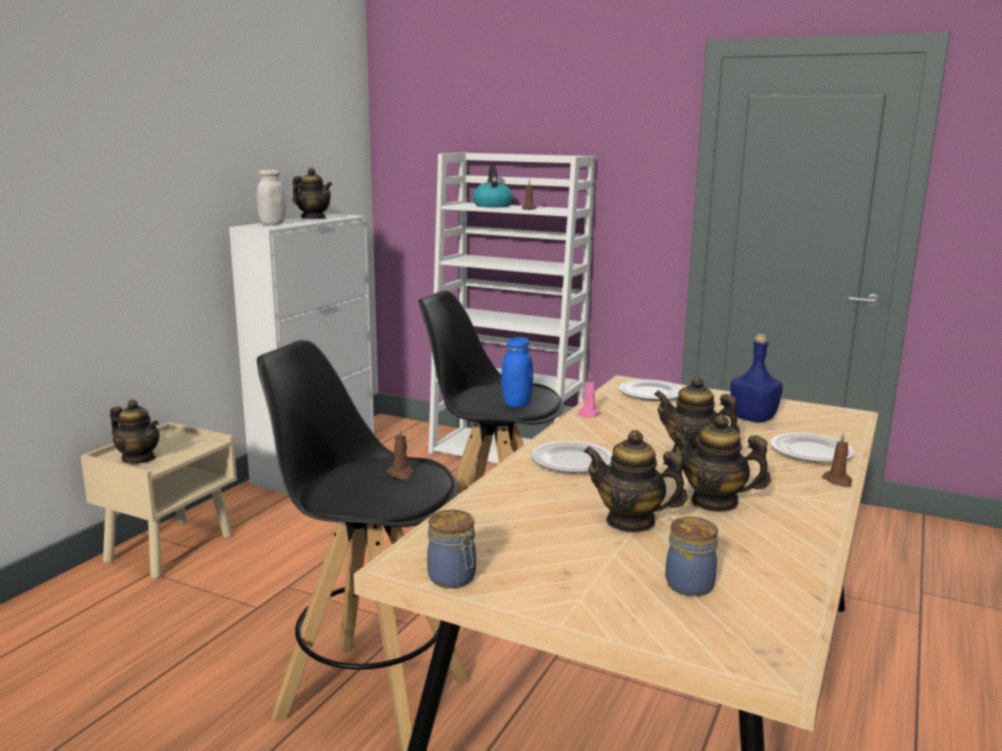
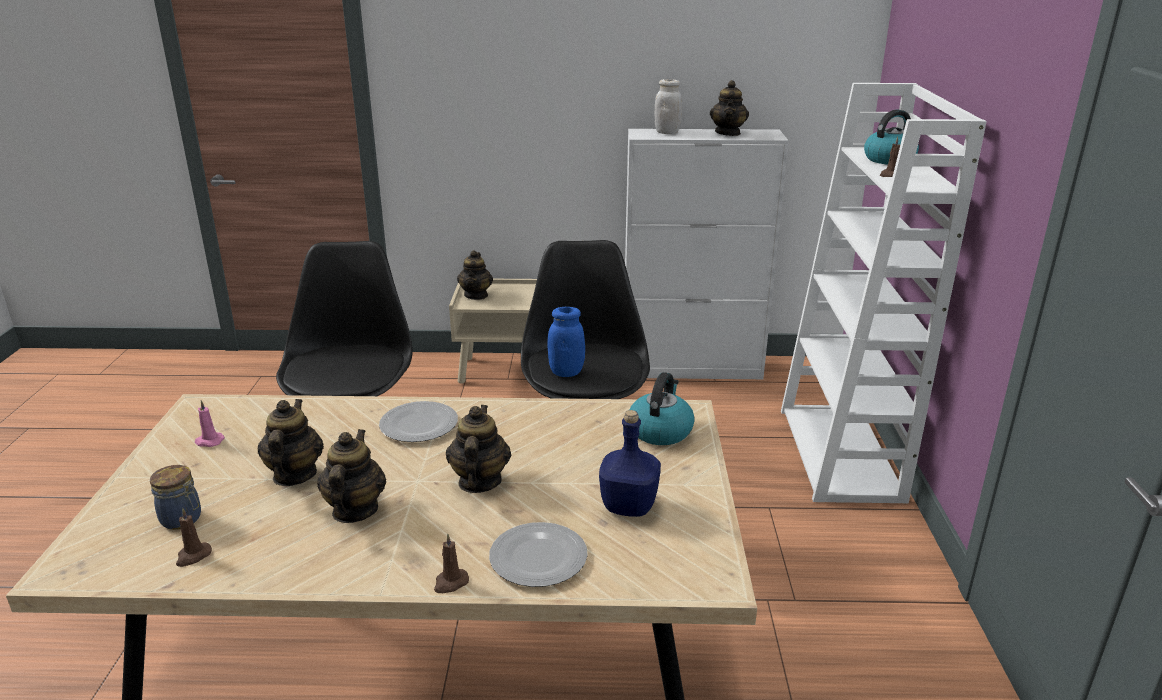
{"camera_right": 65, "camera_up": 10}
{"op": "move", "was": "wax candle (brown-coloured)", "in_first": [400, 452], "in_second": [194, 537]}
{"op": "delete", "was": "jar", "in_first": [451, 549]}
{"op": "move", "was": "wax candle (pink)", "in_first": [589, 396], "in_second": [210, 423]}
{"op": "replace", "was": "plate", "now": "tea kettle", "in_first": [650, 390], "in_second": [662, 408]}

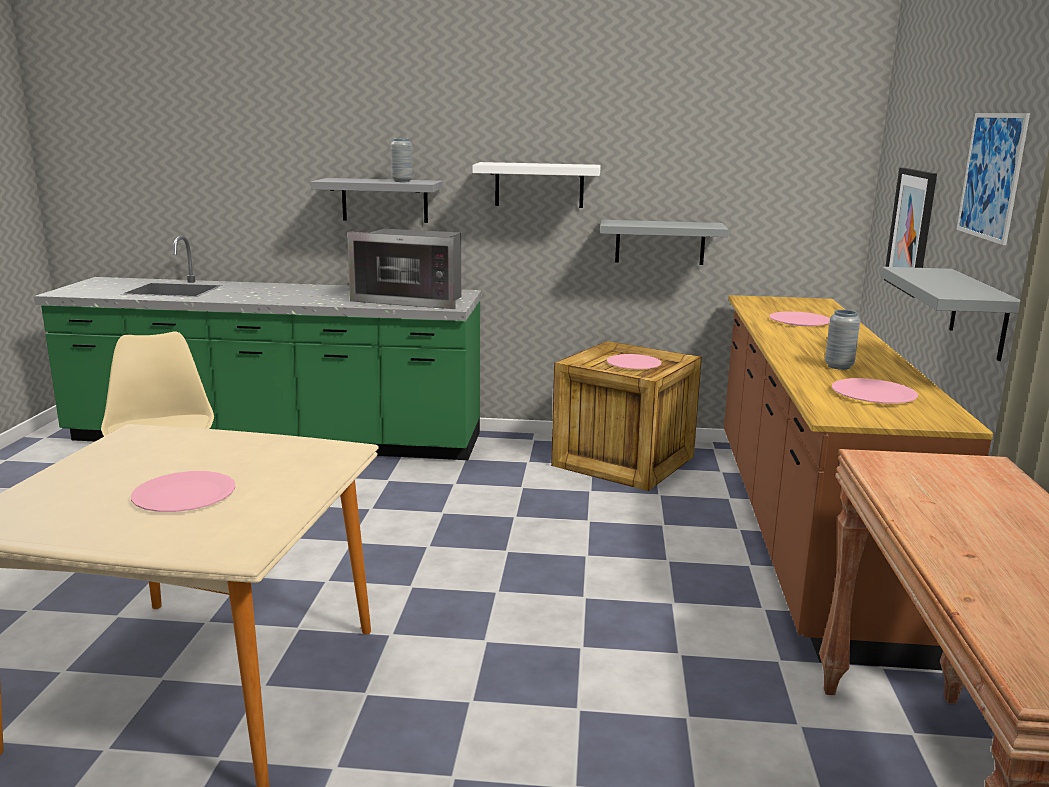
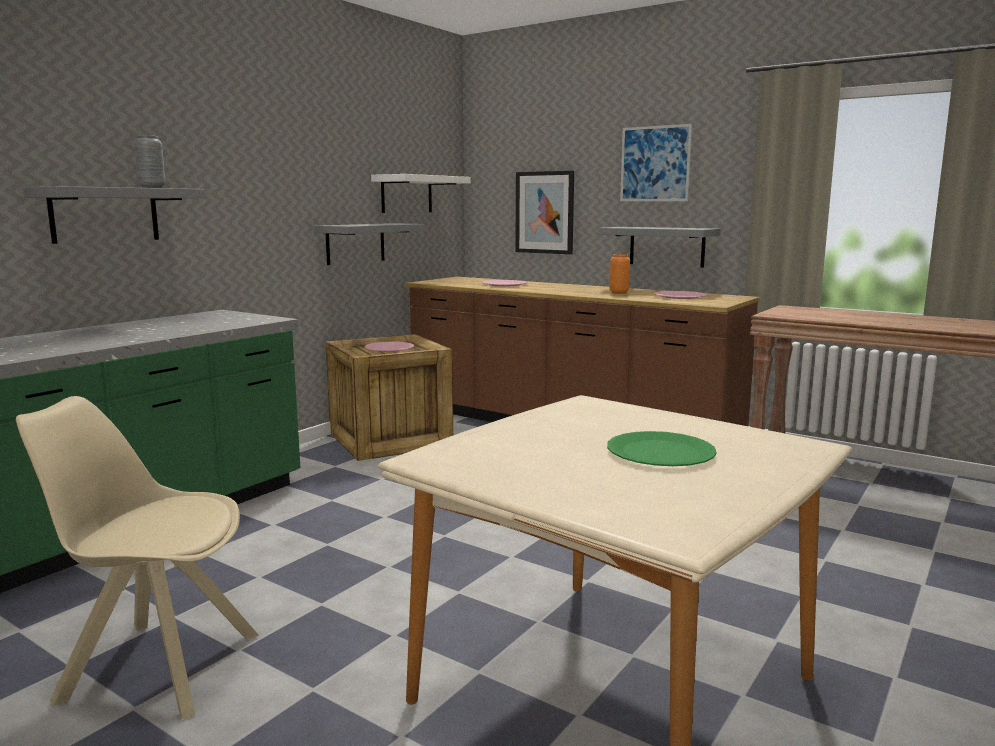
{"camera_right": -60, "camera_up": -5}
{"op": "recolor", "was": "plate (pink)", "now": "plate (green)", "in_first": [183, 491], "in_second": [662, 448]}
{"op": "delete", "was": "microwave oven", "in_first": [404, 268]}
{"op": "move", "was": "shelf (whitish)", "in_first": [536, 185], "in_second": [421, 193]}
{"op": "recolor", "was": "vase (greyish)", "now": "vase (orangey)", "in_first": [842, 340], "in_second": [620, 274]}

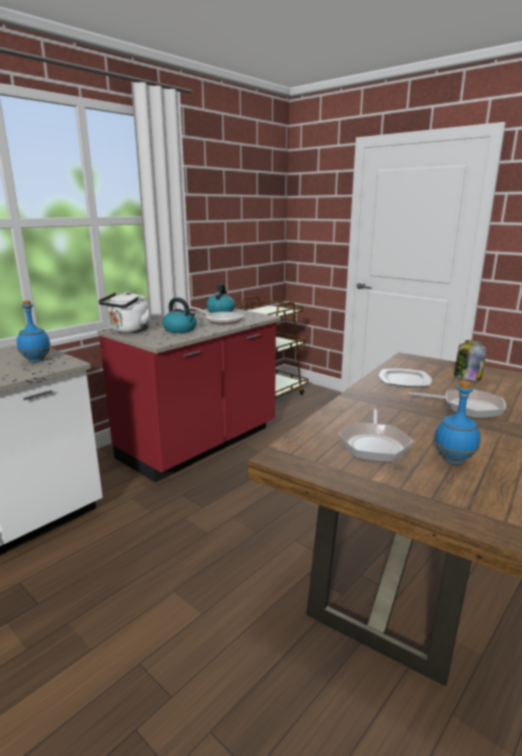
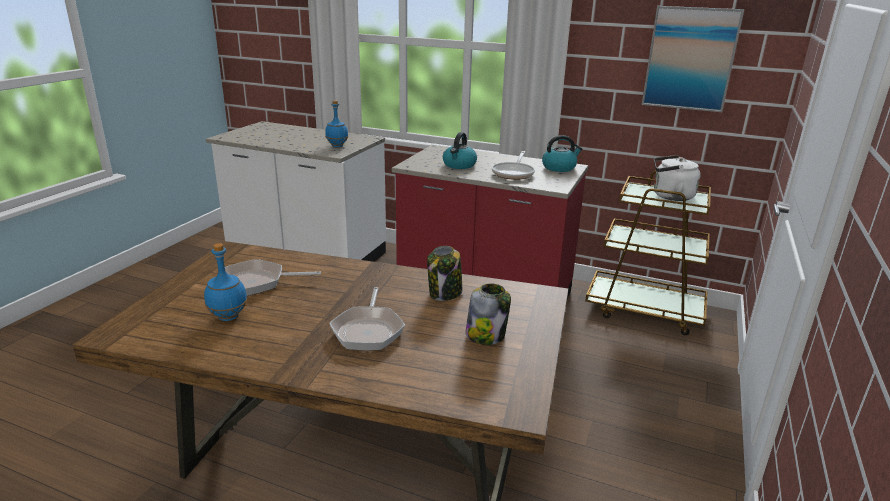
{"camera_right": 70, "camera_up": 5}
{"op": "move", "was": "tea kettle (whitish)", "in_first": [124, 312], "in_second": [677, 178]}
{"op": "replace", "was": "plate", "now": "jar", "in_first": [405, 378], "in_second": [444, 273]}
{"op": "insert", "now": "wall picture", "in_second": [693, 59]}

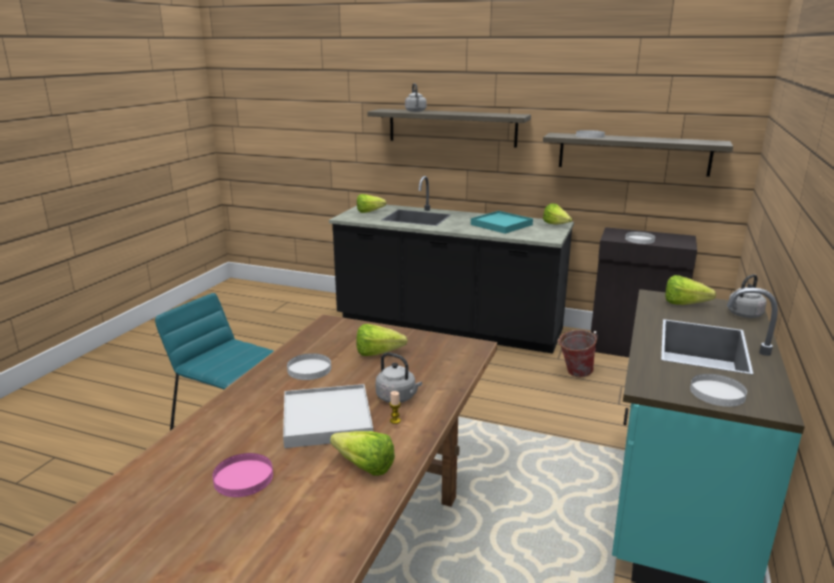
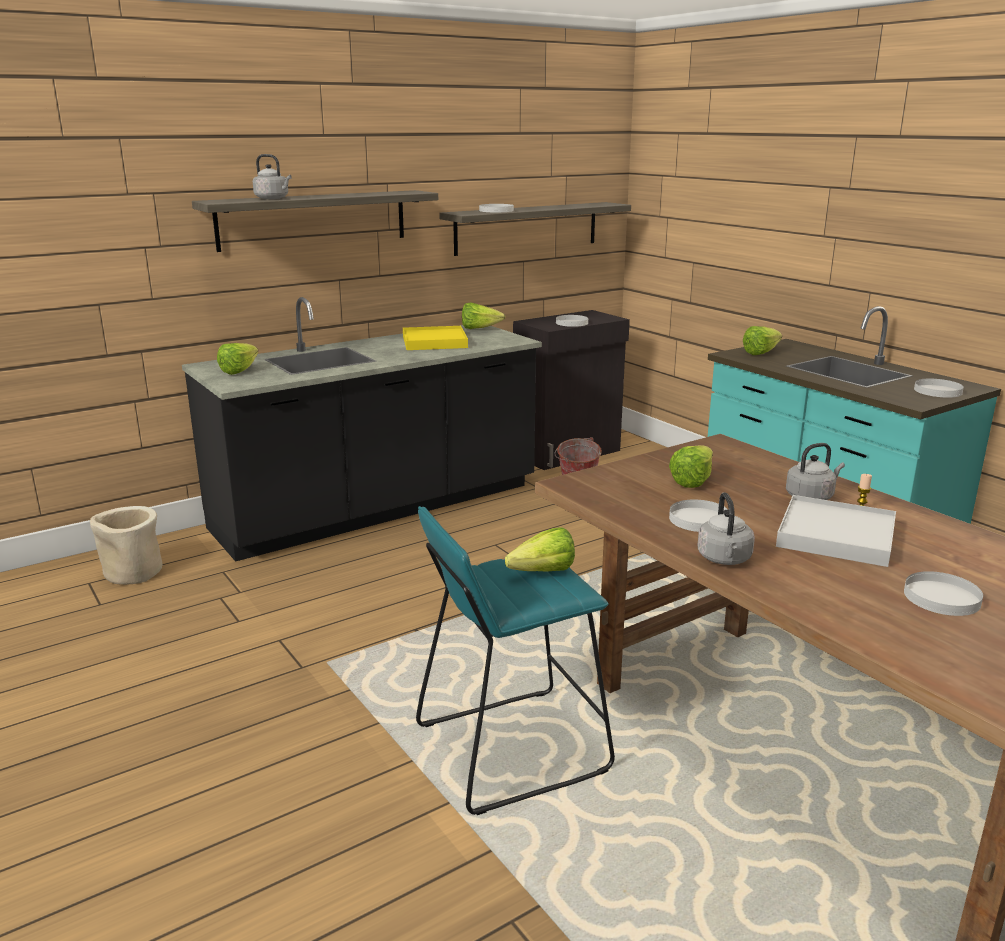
{"camera_right": -55, "camera_up": 0}
{"op": "recolor", "was": "plate (pink)", "now": "plate (whitish)", "in_first": [242, 475], "in_second": [943, 593]}
{"op": "move", "was": "lettuce head", "in_first": [362, 453], "in_second": [540, 550]}
{"op": "recolor", "was": "carrying tray (blue-green)", "now": "carrying tray (yellow-coloured)", "in_first": [502, 222], "in_second": [435, 338]}
{"op": "move", "was": "tea kettle (greyish)", "in_first": [747, 296], "in_second": [726, 528]}
{"op": "insert", "now": "planter (beige-coloured)", "in_second": [126, 545]}

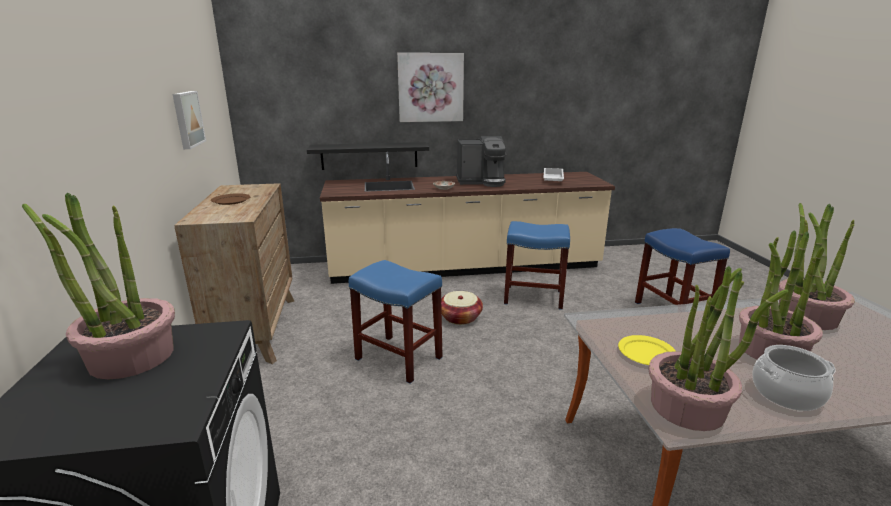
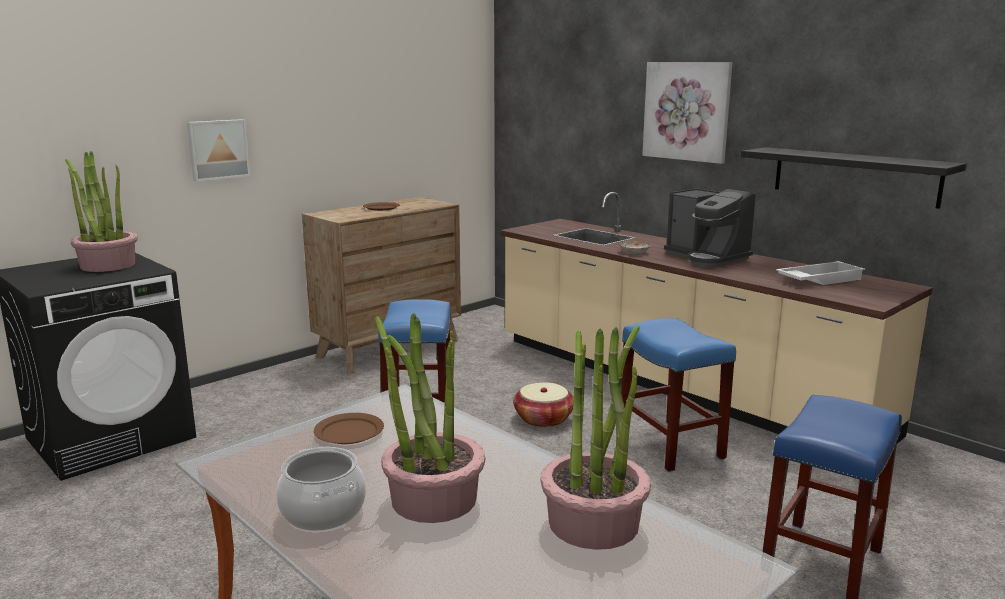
{"camera_right": 55, "camera_up": -5}
{"op": "move", "was": "wall picture", "in_first": [189, 120], "in_second": [219, 150]}
{"op": "move", "was": "shelf (blackish)", "in_first": [368, 156], "in_second": [854, 178]}
{"op": "recolor", "was": "plate (yellow-coloured)", "now": "plate (brown-coloured)", "in_first": [647, 350], "in_second": [349, 428]}
{"op": "delete", "was": "plant in a pot", "in_first": [719, 348]}

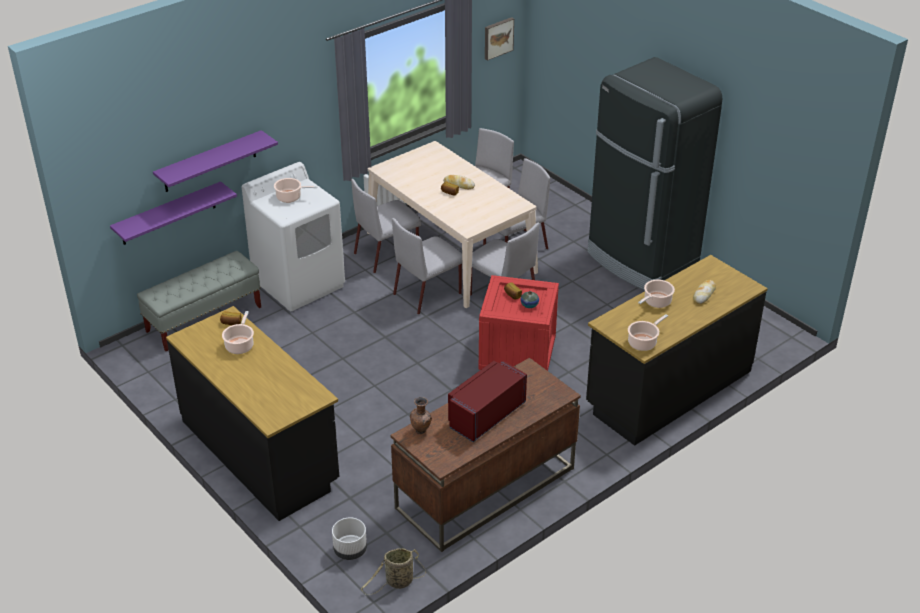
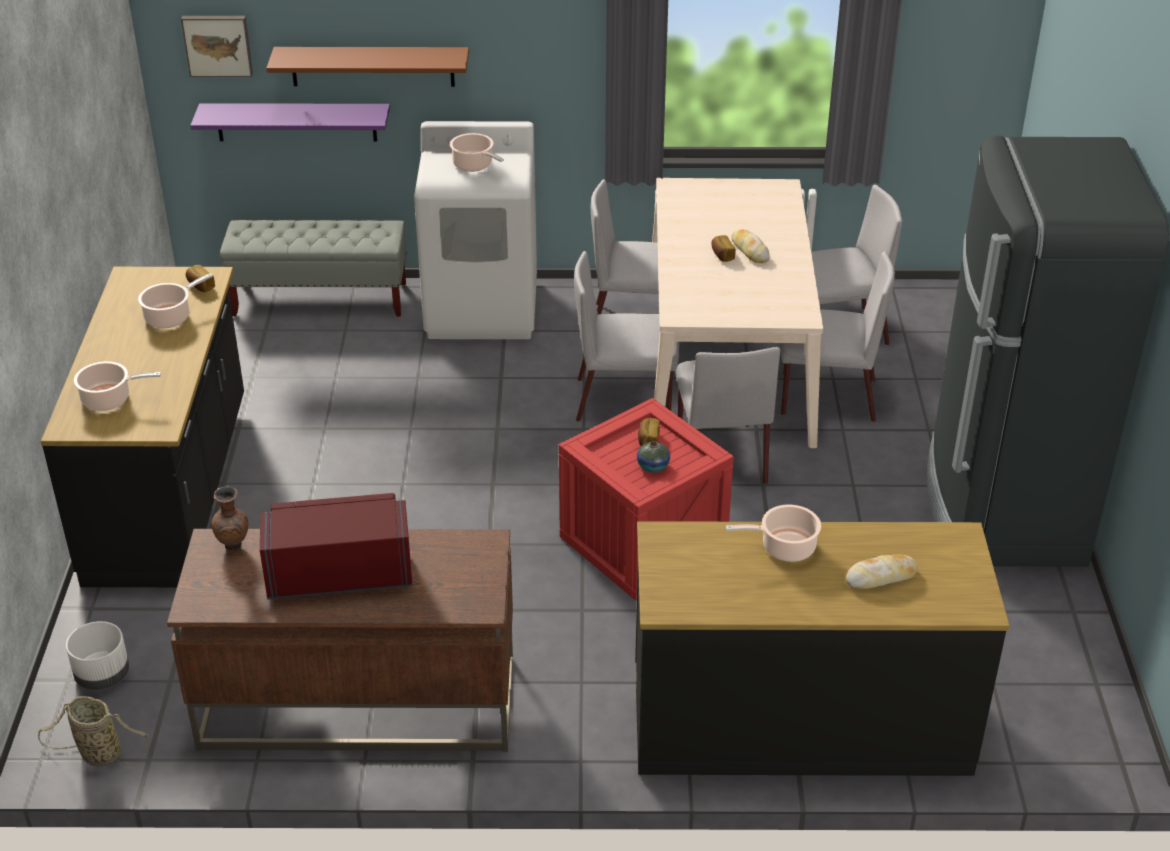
{"camera_right": 40, "camera_up": 0}
{"op": "recolor", "was": "shelf (purple-coloured)", "now": "shelf (brown-coloured)", "in_first": [215, 161], "in_second": [367, 67]}
{"op": "move", "was": "wall picture", "in_first": [499, 39], "in_second": [217, 46]}
{"op": "move", "was": "cooking pot", "in_first": [648, 332], "in_second": [117, 386]}

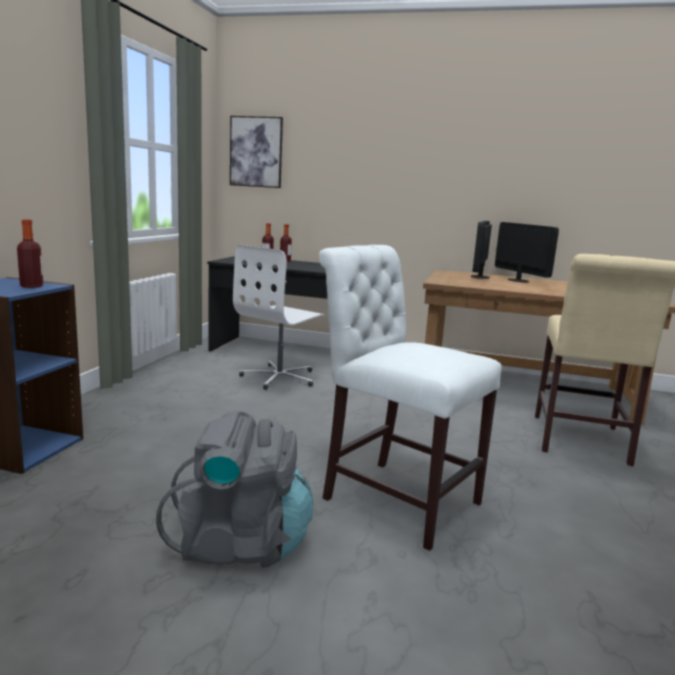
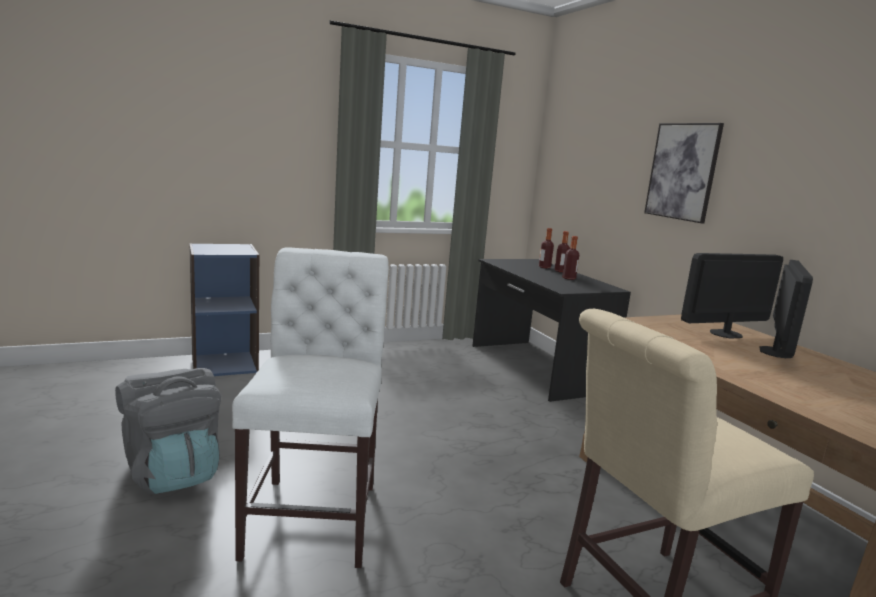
{"camera_right": 50, "camera_up": 0}
{"op": "move", "was": "drink bottle", "in_first": [30, 253], "in_second": [570, 258]}
{"op": "move", "was": "wall picture", "in_first": [256, 152], "in_second": [684, 173]}
{"op": "delete", "was": "office chair (whitish)", "in_first": [279, 317]}

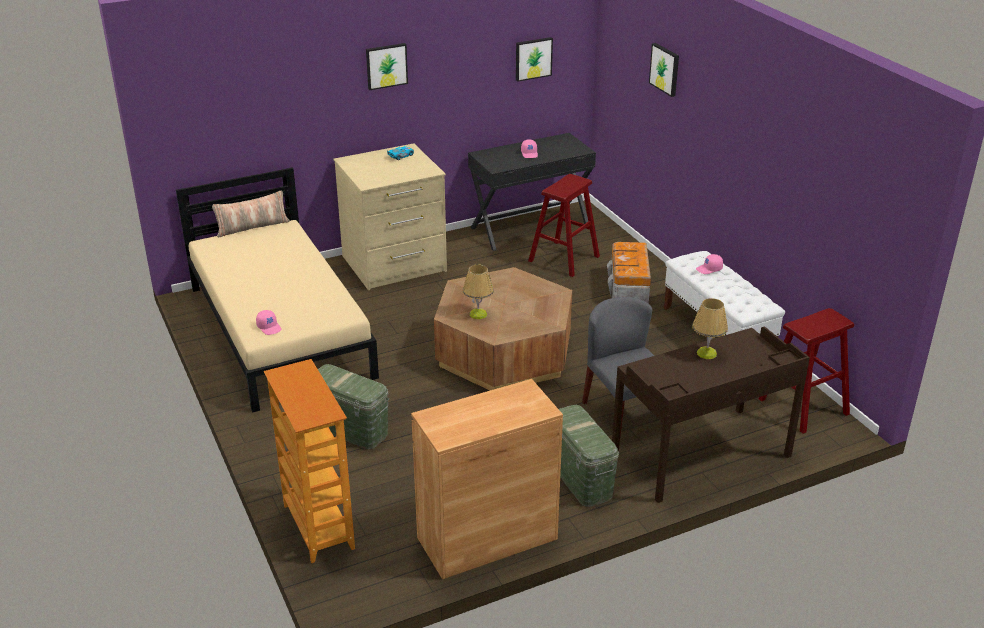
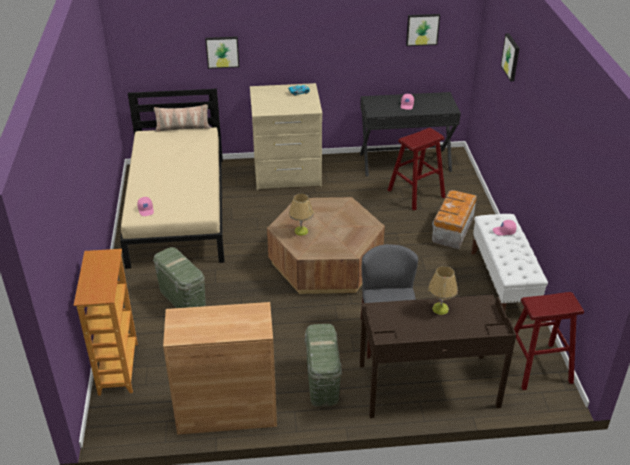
{"camera_right": 20, "camera_up": 5}
{"op": "move", "was": "wall picture", "in_first": [387, 66], "in_second": [222, 52]}

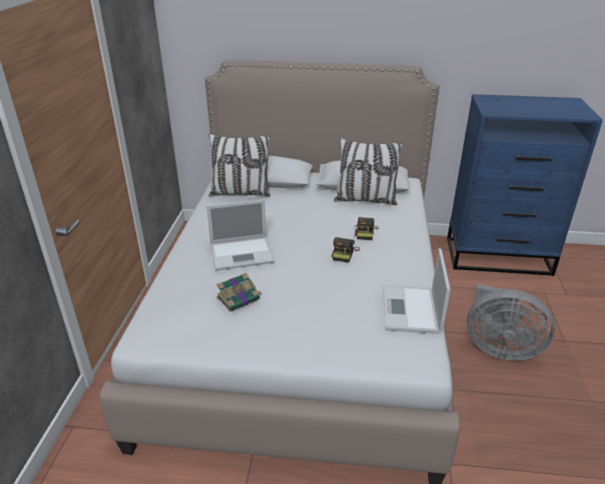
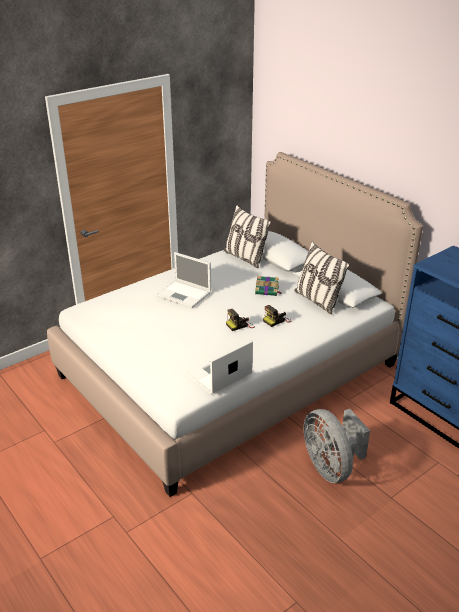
{"camera_right": 45, "camera_up": 0}
{"op": "move", "was": "volume", "in_first": [239, 292], "in_second": [268, 286]}

